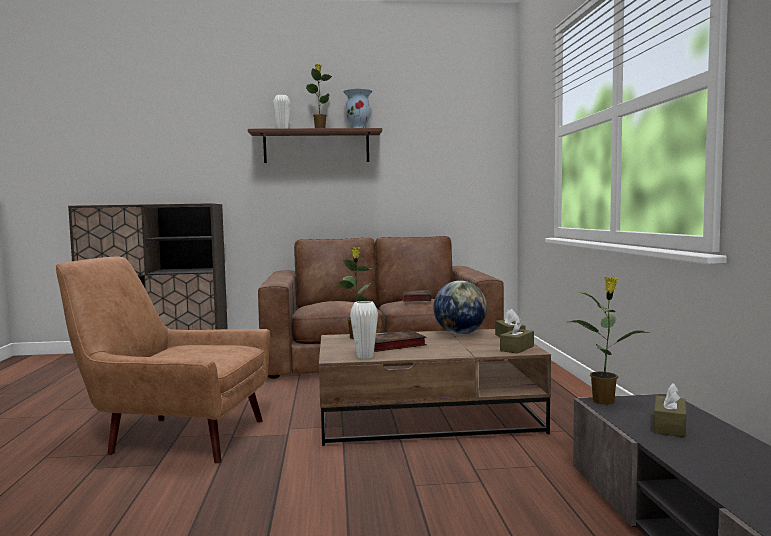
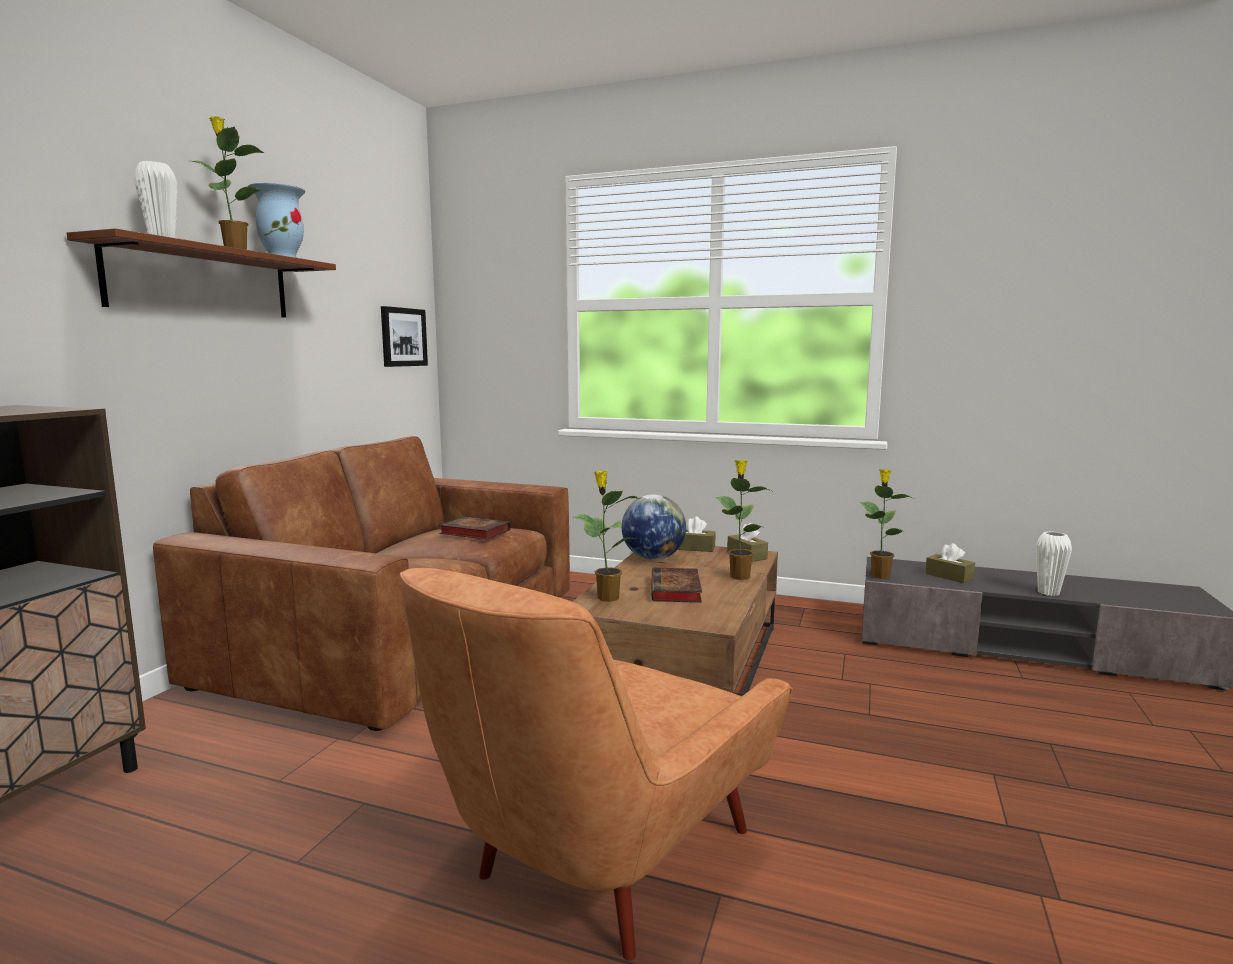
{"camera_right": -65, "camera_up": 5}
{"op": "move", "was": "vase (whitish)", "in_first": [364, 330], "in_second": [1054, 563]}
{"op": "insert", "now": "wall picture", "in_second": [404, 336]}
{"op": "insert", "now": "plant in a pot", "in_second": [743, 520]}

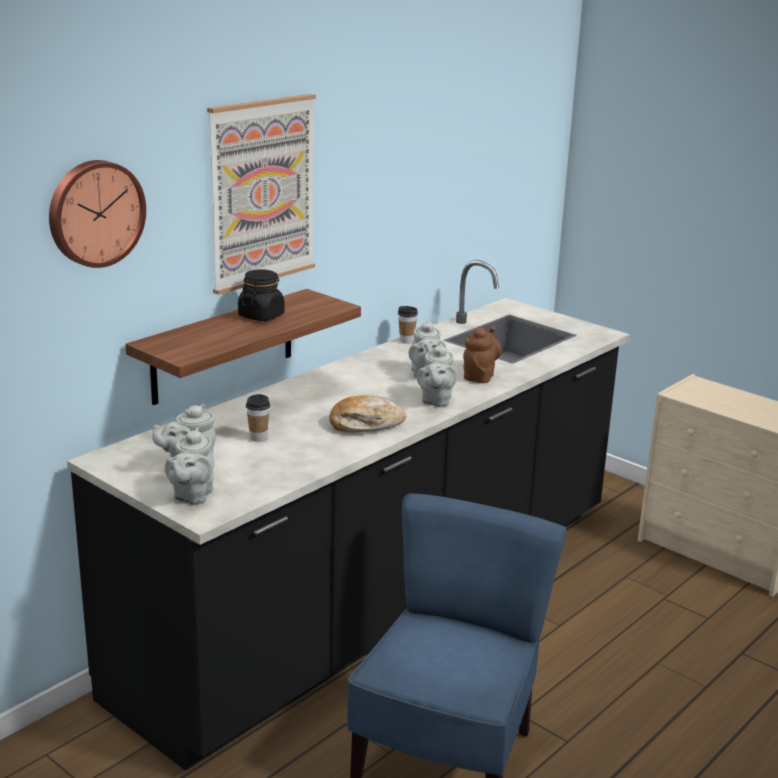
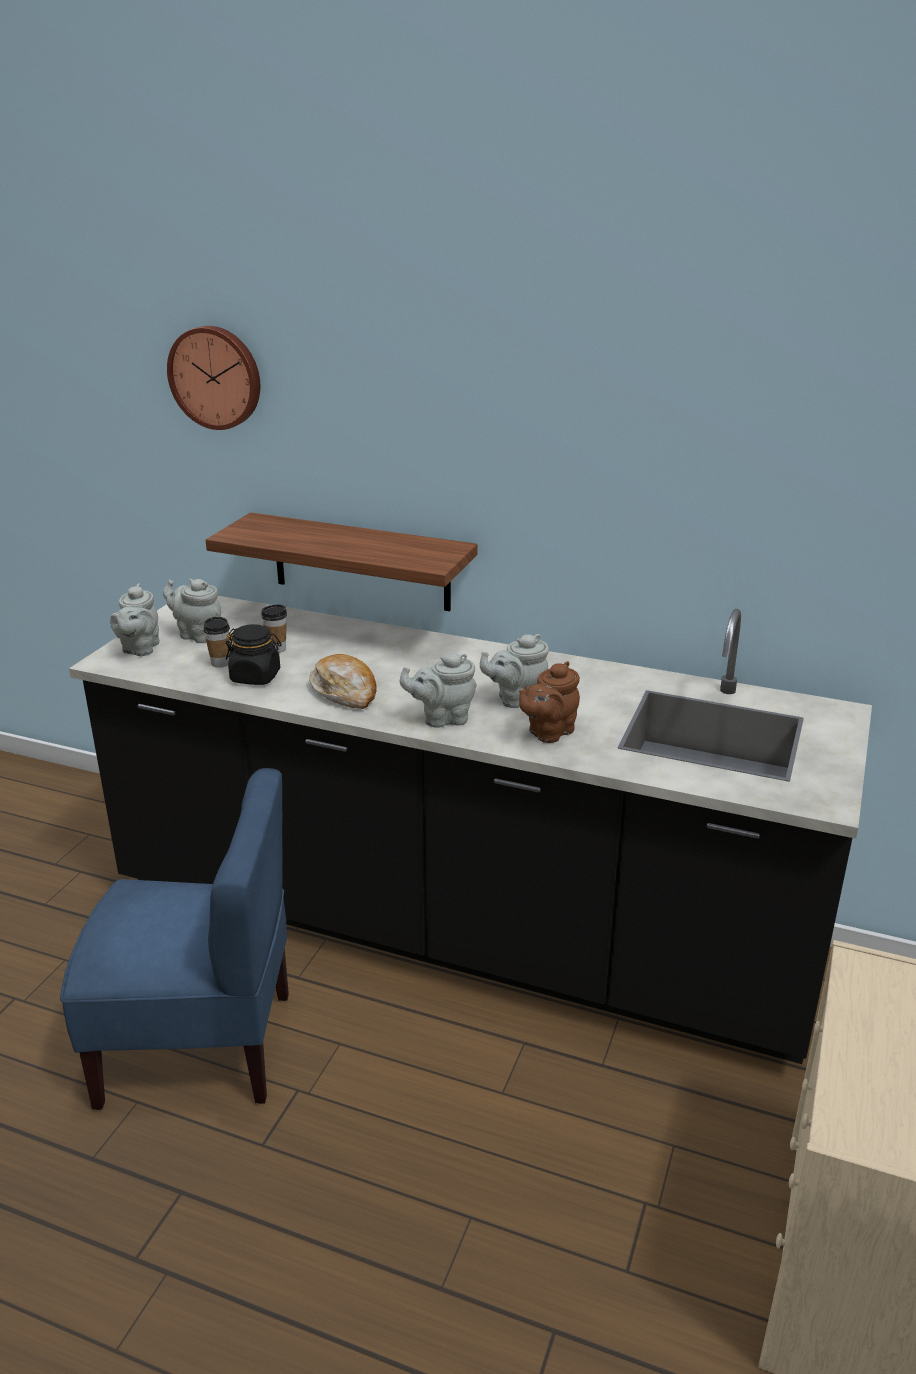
{"camera_right": 70, "camera_up": 5}
{"op": "rotate", "was": "tea pot (greyish)", "in_first": [189, 466], "in_second": [134, 619], "clockwise": -75}
{"op": "delete", "was": "wall picture", "in_first": [261, 194]}
{"op": "move", "was": "jar (blackish)", "in_first": [261, 295], "in_second": [254, 654]}
{"op": "move", "was": "small cup", "in_first": [408, 325], "in_second": [216, 642]}
{"op": "rotate", "was": "tea pot (brown-coloured)", "in_first": [482, 354], "in_second": [549, 702], "clockwise": 135}

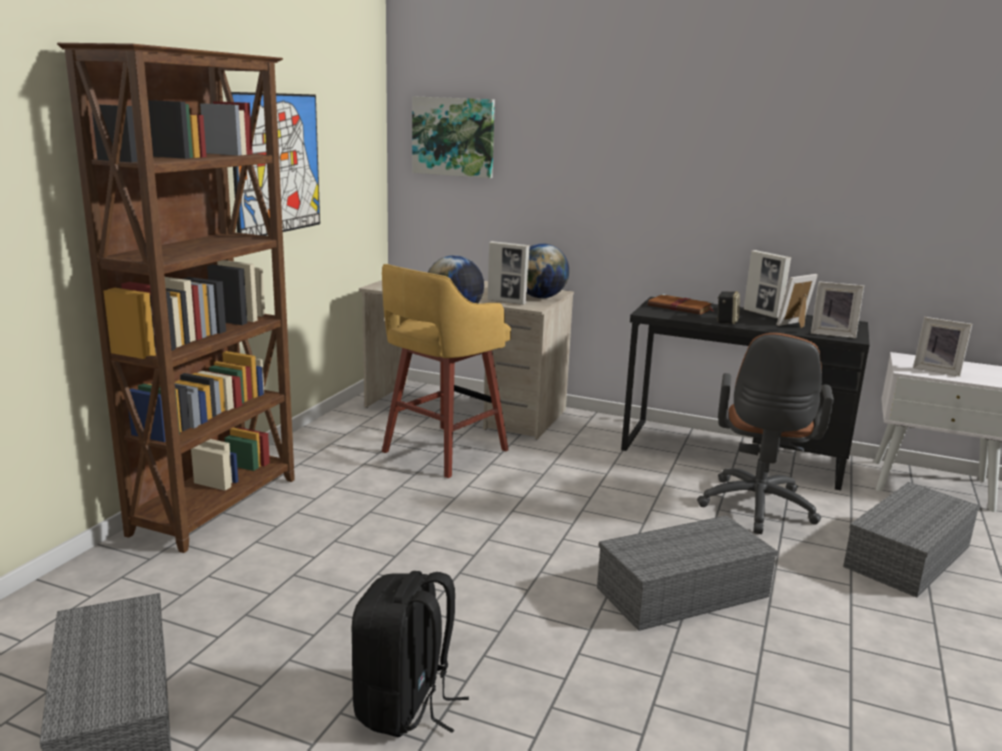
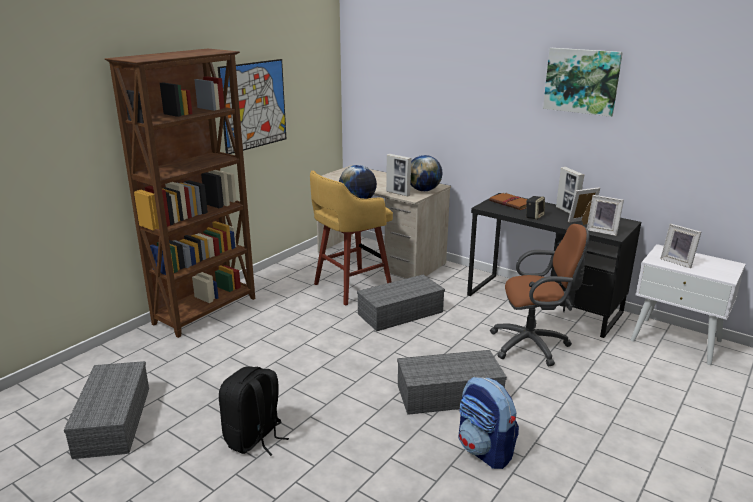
{"camera_right": 15, "camera_up": 5}
{"op": "move", "was": "wall picture", "in_first": [453, 137], "in_second": [583, 82]}
{"op": "rotate", "was": "office chair (brown-coloured)", "in_first": [765, 433], "in_second": [539, 295], "clockwise": -120}
{"op": "move", "was": "storage bin (greyish)", "in_first": [912, 540], "in_second": [401, 303]}
{"op": "insert", "now": "rucksack", "in_second": [489, 423]}

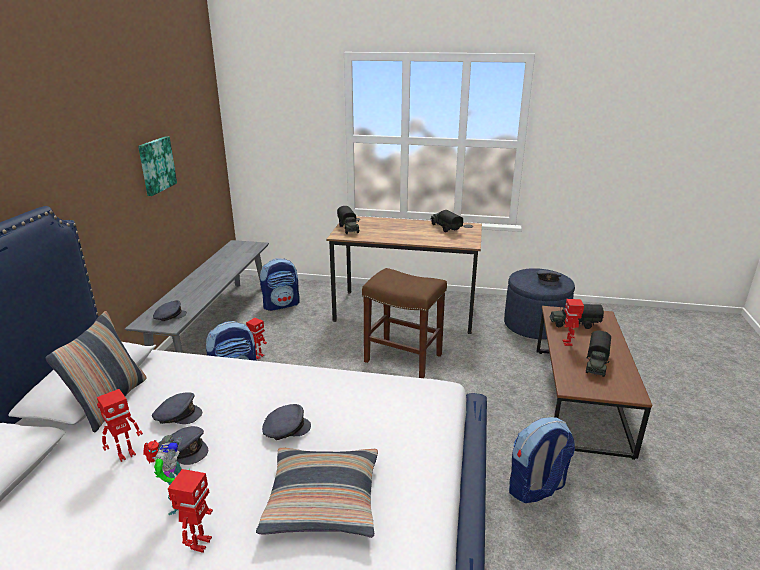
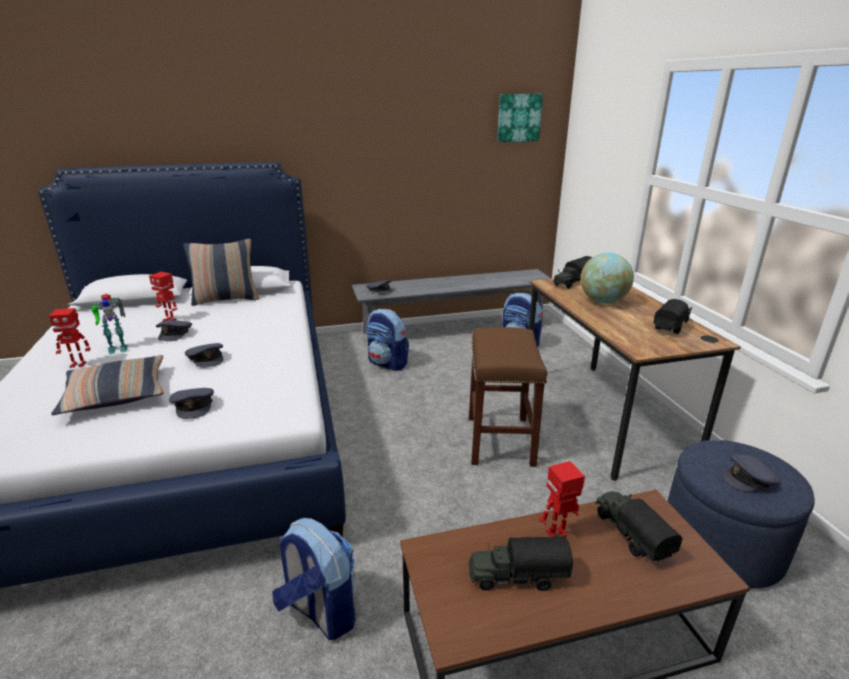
{"camera_right": 65, "camera_up": 0}
{"op": "move", "was": "wall picture", "in_first": [157, 166], "in_second": [520, 118]}
{"op": "move", "was": "baseball cap (greyish)", "in_first": [177, 408], "in_second": [191, 403]}
{"op": "delete", "was": "toy robot", "in_first": [256, 338]}
{"op": "insert", "now": "desk globe", "in_second": [607, 278]}

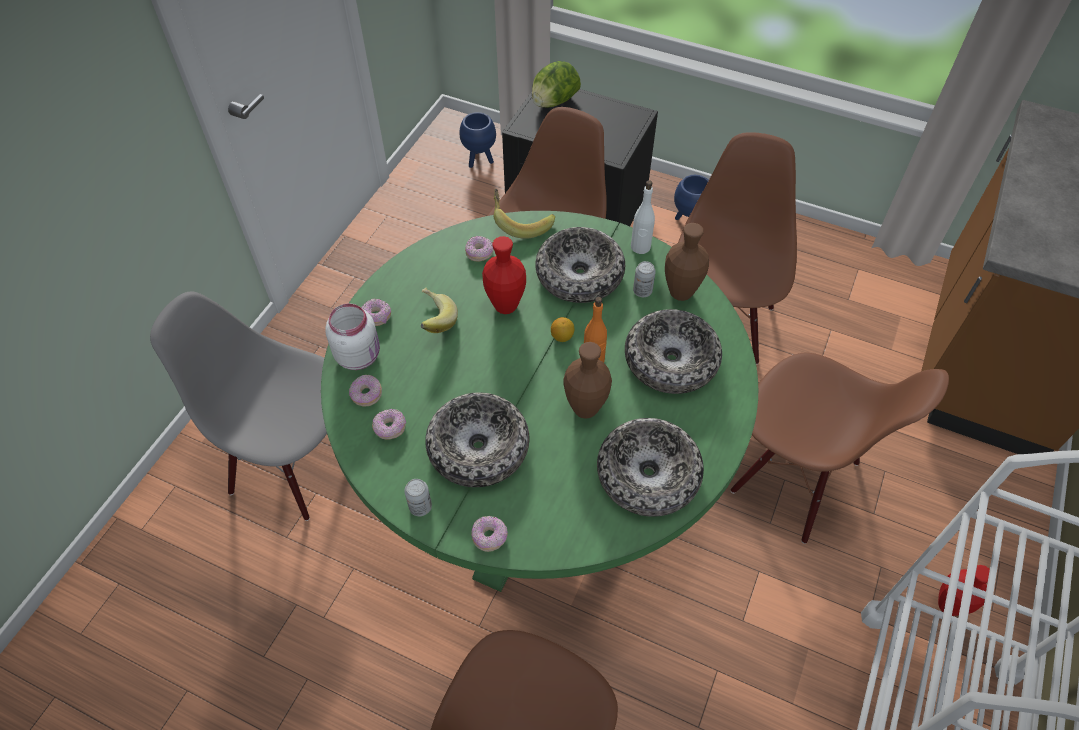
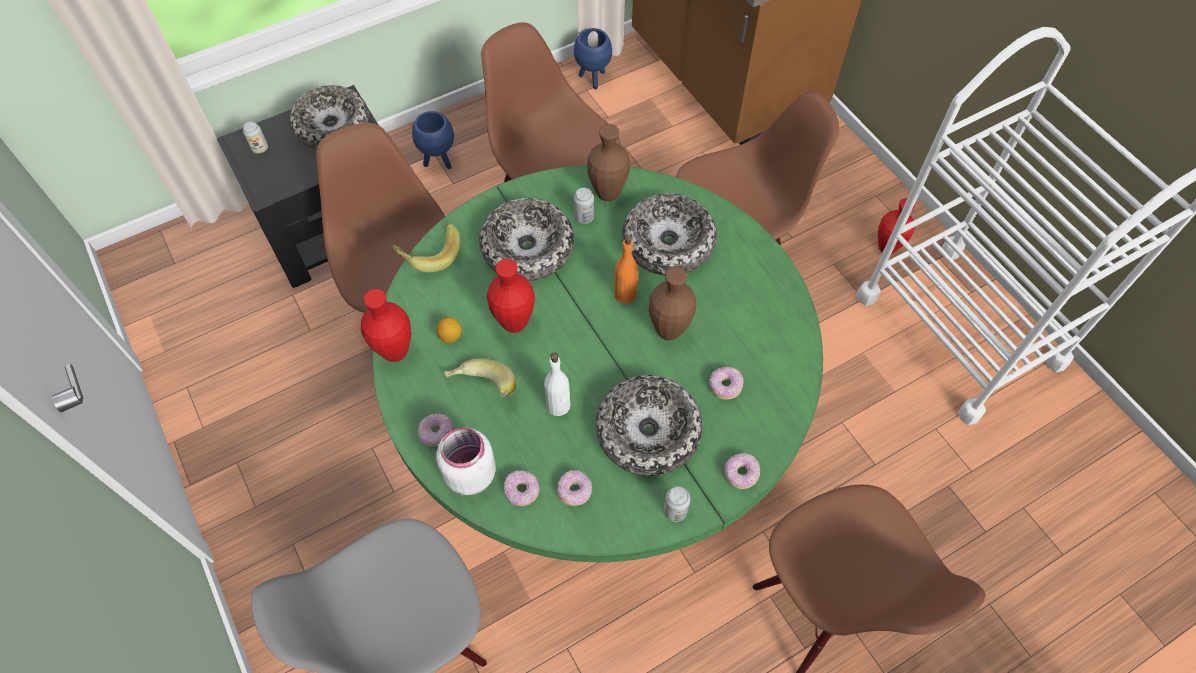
{"camera_right": -55, "camera_up": 5}
{"op": "move", "was": "planter (blue)", "in_first": [477, 140], "in_second": [593, 58]}
{"op": "move", "was": "doughnut", "in_first": [479, 249], "in_second": [726, 383]}
{"op": "replace", "was": "lettuce head", "now": "can", "in_first": [556, 84], "in_second": [255, 137]}
{"op": "move", "was": "lemon", "in_first": [562, 329], "in_second": [449, 330]}
{"op": "move", "was": "deep dish", "in_first": [650, 467], "in_second": [329, 117]}
{"op": "move", "was": "drink bottle (whitish)", "in_first": [643, 217], "in_second": [557, 384]}
{"op": "insert", "now": "vase (red)", "in_second": [386, 325]}

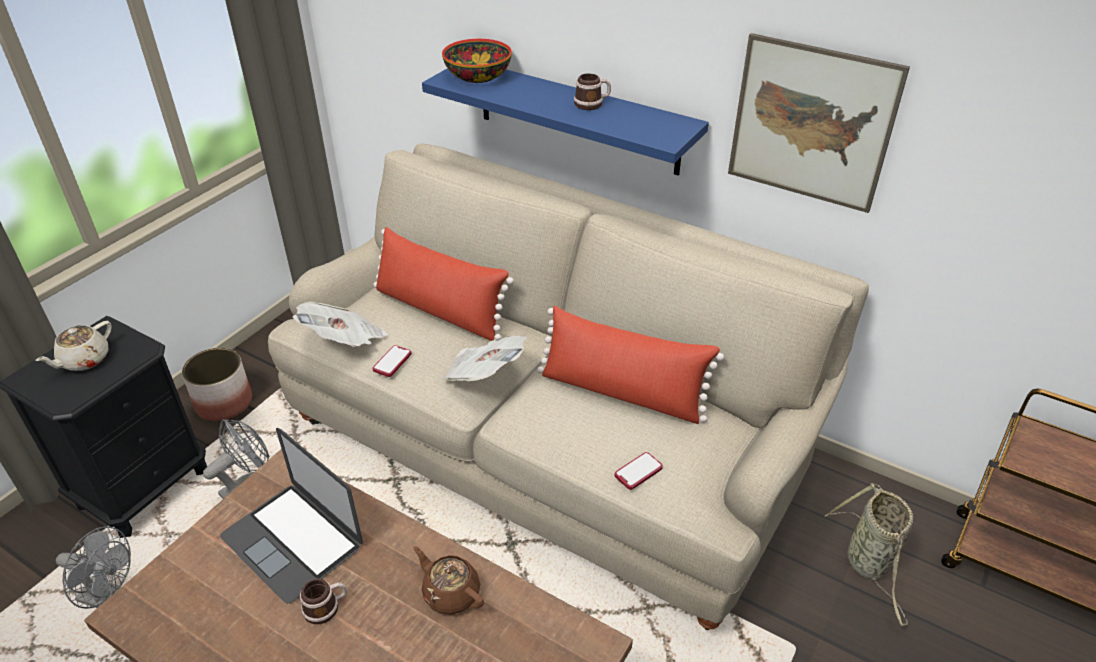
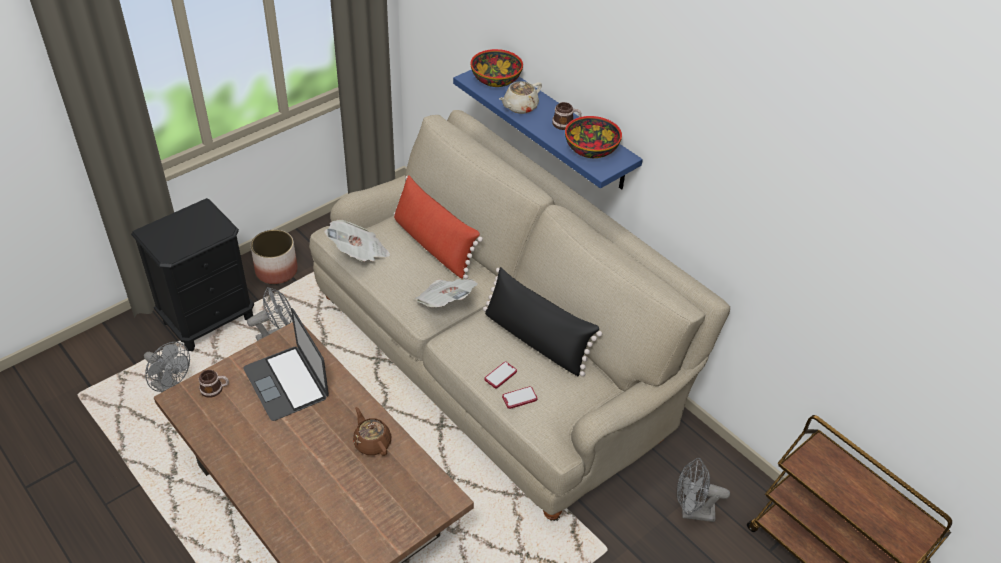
{"camera_right": 15, "camera_up": 5}
{"op": "move", "was": "tea pot (beige-coloured)", "in_first": [73, 346], "in_second": [520, 97]}
{"op": "move", "was": "tea mug", "in_first": [323, 601], "in_second": [214, 384]}
{"op": "move", "was": "phone", "in_first": [392, 361], "in_second": [501, 375]}
{"op": "recolor", "was": "pillow (red)", "now": "pillow (blackish)", "in_first": [630, 365], "in_second": [542, 322]}
{"op": "delete", "was": "wall picture", "in_first": [819, 123]}
{"op": "replace", "was": "basket", "now": "cooling fan (greyish)", "in_first": [868, 554], "in_second": [703, 490]}
{"op": "insert", "now": "deep dish", "in_second": [593, 137]}

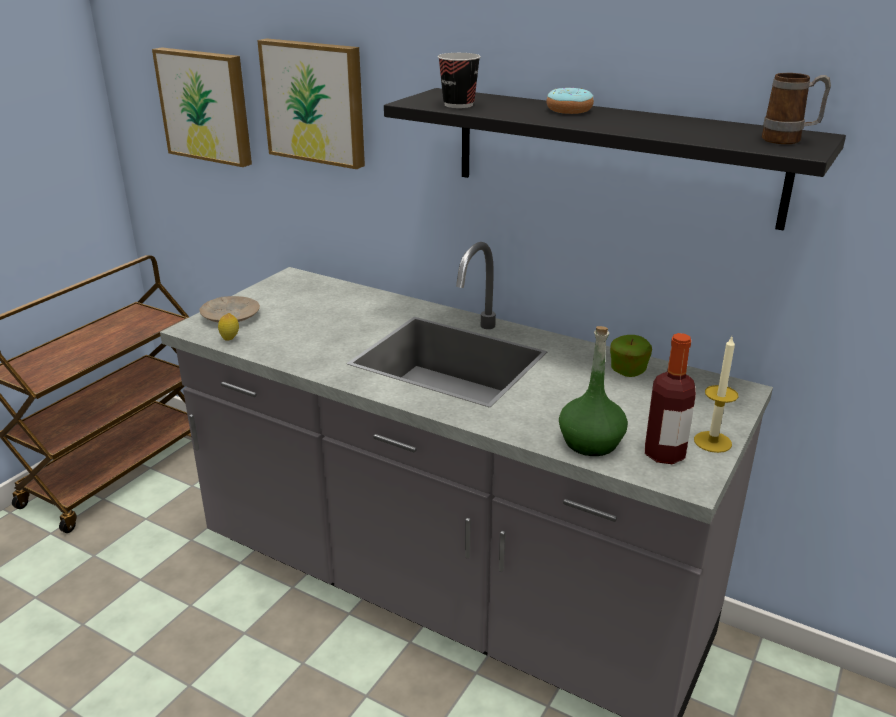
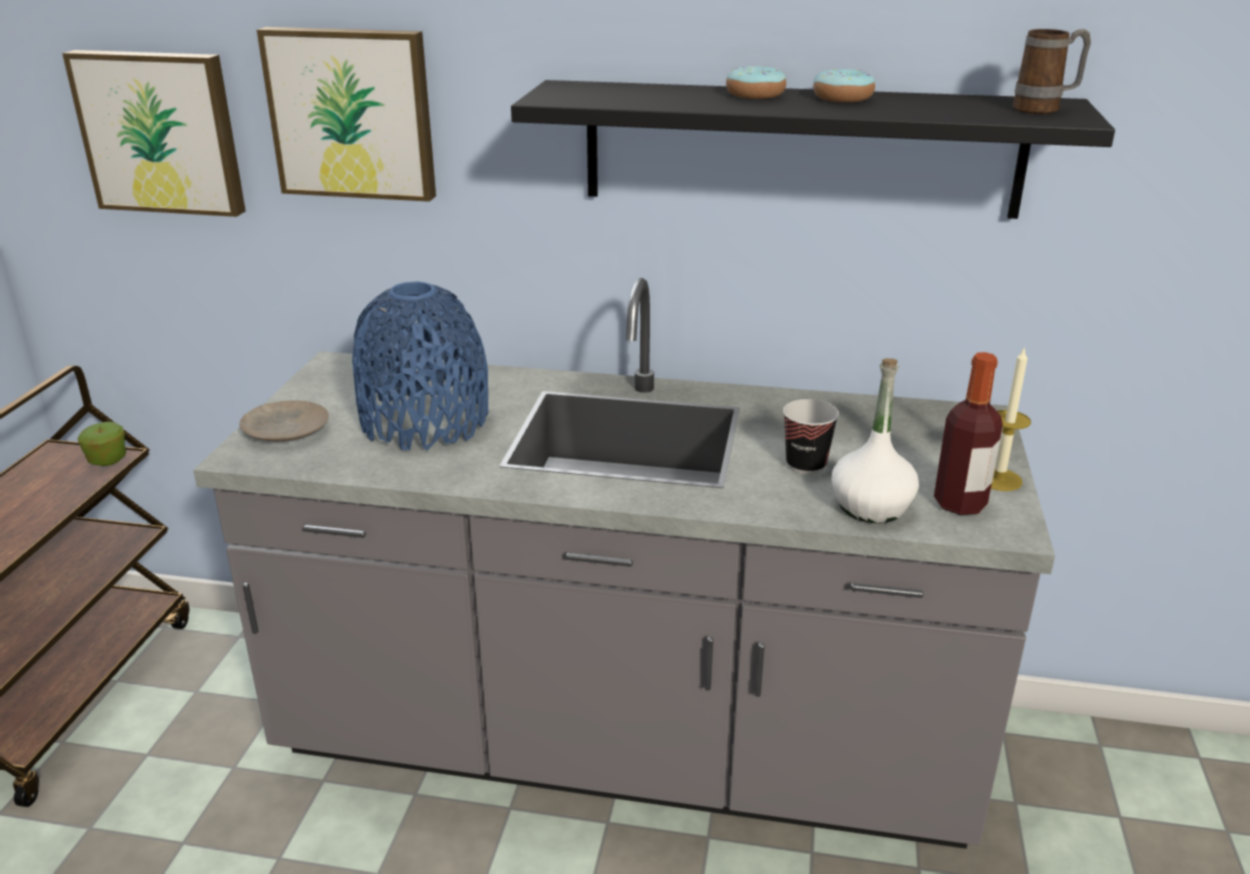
{"camera_right": -20, "camera_up": 0}
{"op": "delete", "was": "lemon", "in_first": [228, 327]}
{"op": "move", "was": "small cup", "in_first": [459, 80], "in_second": [811, 437]}
{"op": "recolor", "was": "drink bottle (green)", "now": "drink bottle (whitish)", "in_first": [593, 391], "in_second": [875, 440]}
{"op": "move", "was": "whole apple", "in_first": [631, 356], "in_second": [102, 443]}
{"op": "insert", "now": "vase (blue)", "in_second": [420, 365]}
{"op": "insert", "now": "doughnut", "in_second": [844, 86]}

